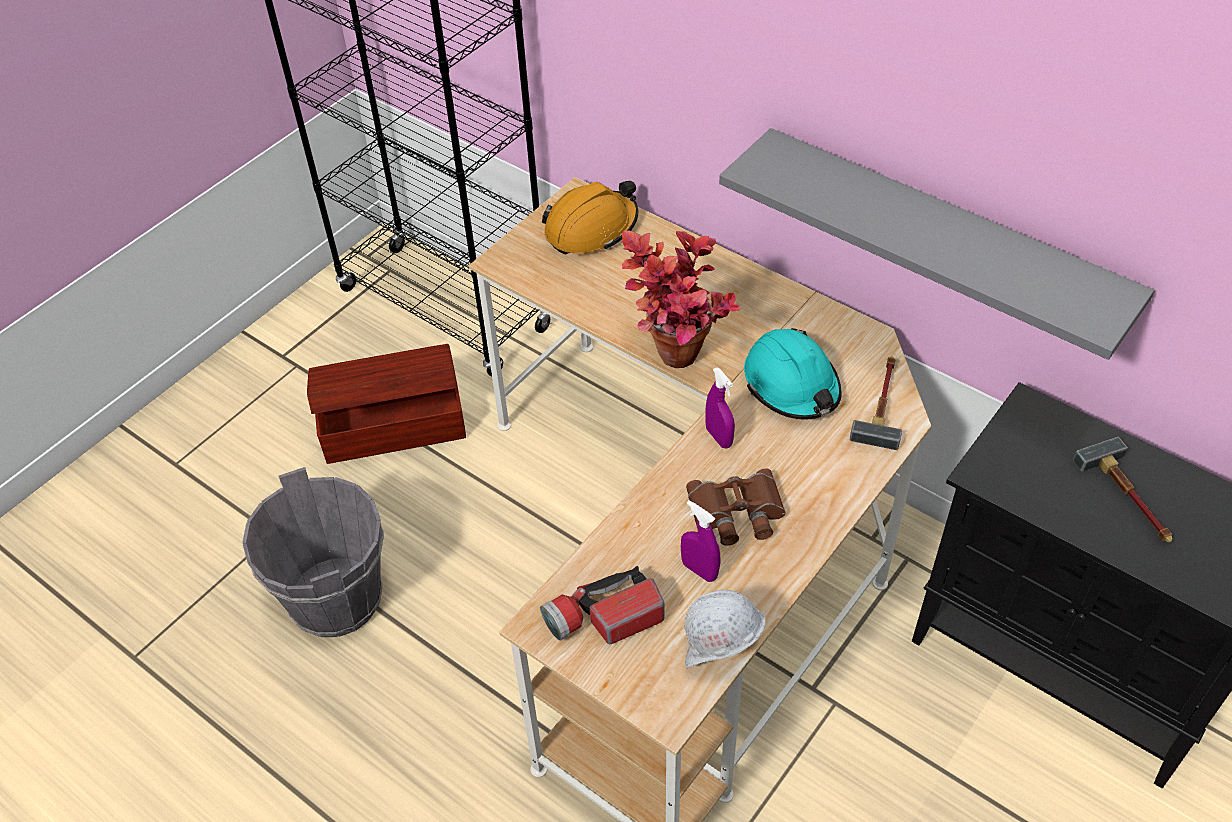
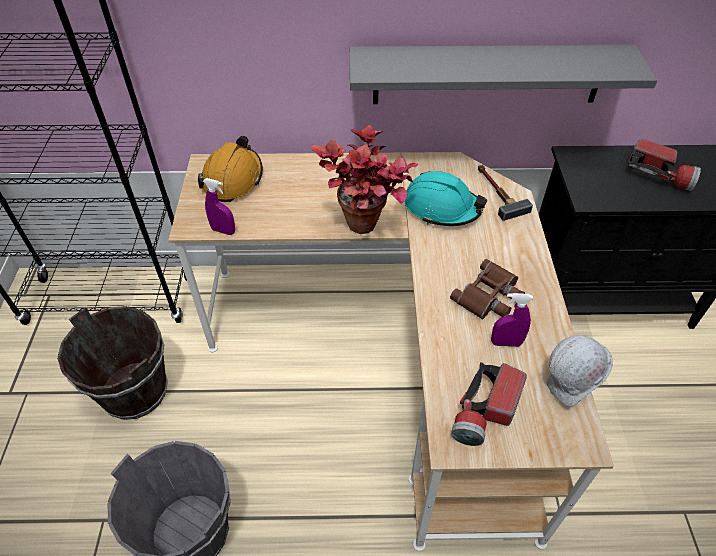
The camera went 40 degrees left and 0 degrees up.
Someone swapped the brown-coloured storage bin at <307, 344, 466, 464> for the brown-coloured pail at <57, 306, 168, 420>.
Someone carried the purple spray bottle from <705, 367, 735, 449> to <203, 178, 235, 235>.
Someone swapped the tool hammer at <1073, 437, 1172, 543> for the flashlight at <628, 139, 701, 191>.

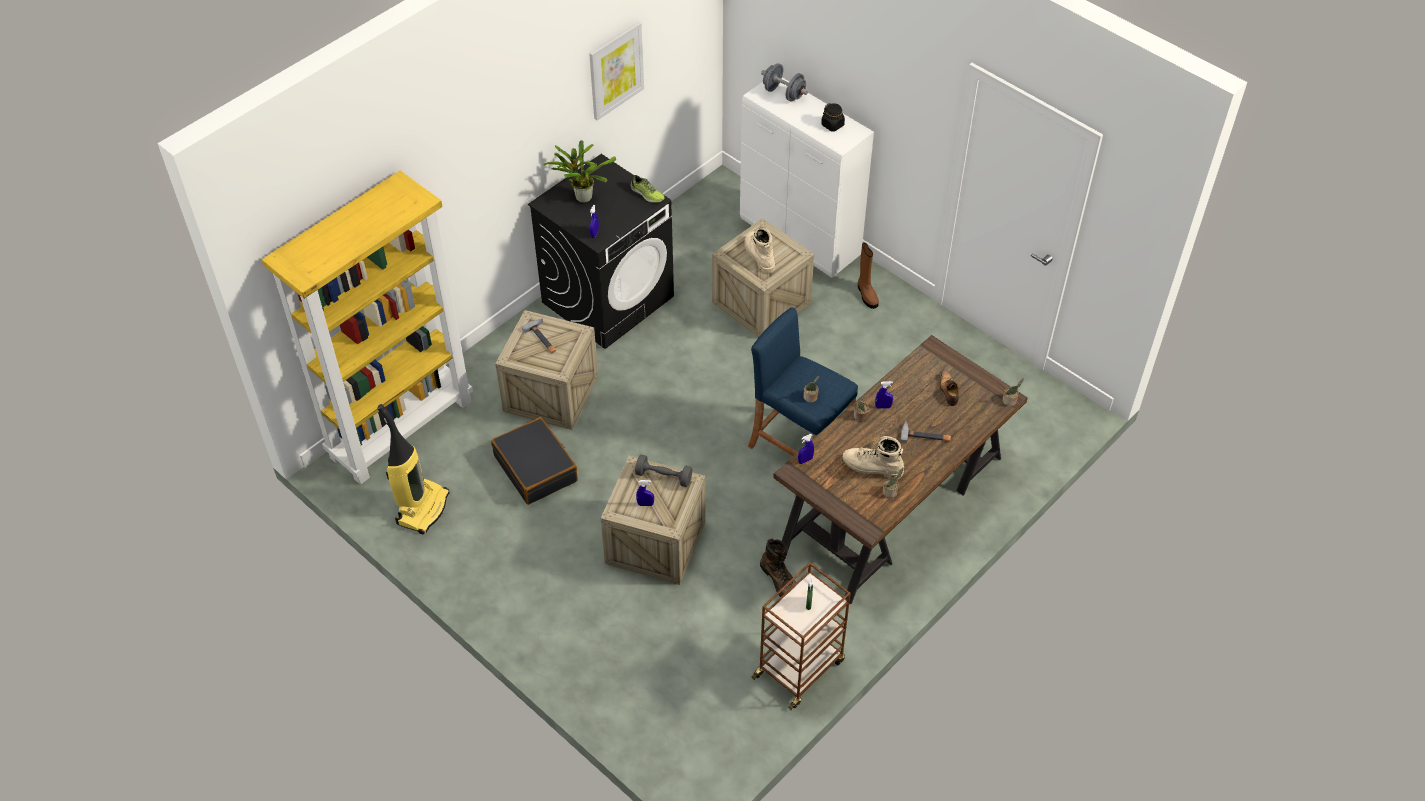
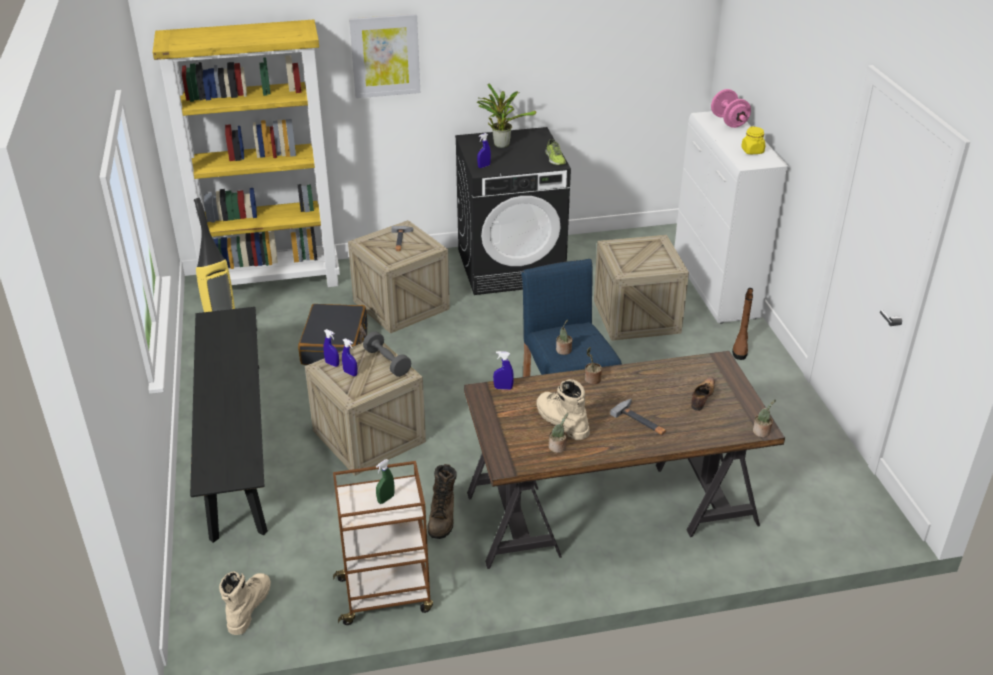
The camera went 35 degrees right and 15 degrees down.
Someone carried the wall picture from <589, 22, 644, 120> to <349, 14, 420, 98>.
Someone repainted the greyish hand weight at <761, 63, 808, 102>, which became the pink-coloured hand weight at <711, 89, 751, 128>.
Someone repainted the black-coloured storage jar at <821, 103, 845, 132>, which became the yellow storage jar at <741, 126, 765, 154>.
Someone carried the beige-coloured boot from <744, 228, 775, 273> to <219, 571, 271, 635>.
Someone carried the bluish spray bottle from <875, 381, 893, 409> to <323, 329, 339, 367>.
Someone put down the black-coloured long seat at <190, 307, 268, 543>.

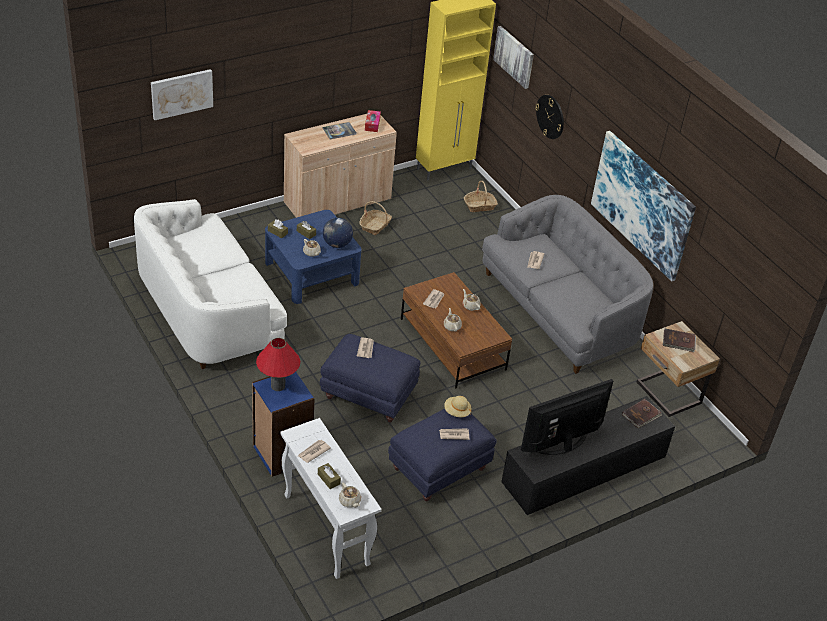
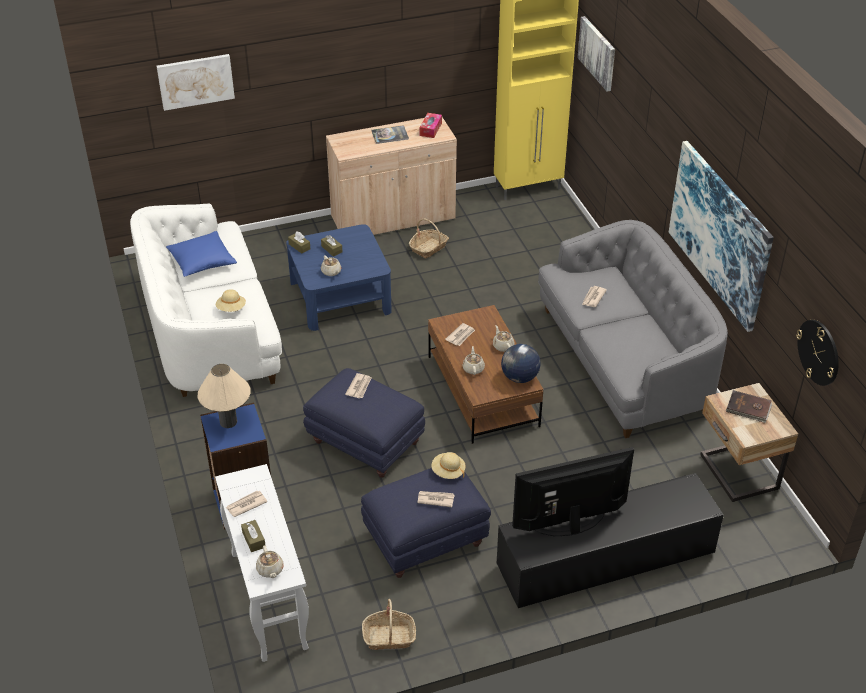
The camera went 15 degrees right and 0 degrees up.
Someone carried the clock on the wall from <535, 95, 564, 139> to <796, 320, 839, 386>.
Someone carried the household basket from <464, 181, 498, 212> to <362, 599, 416, 650>.
Someone carried the globe from <323, 218, 353, 248> to <501, 344, 541, 383>.
Someone repainted the red tabletop lamp at <256, 338, 300, 391>, which became the beige-coloured tabletop lamp at <198, 364, 251, 428>.
Someone took away the brown-coloured volume at <622, 399, 662, 429>.
Someone put down the bluish pillow at <166, 231, 237, 277>.
Someone put down the beige-coloured hat at <216, 289, 246, 312>.

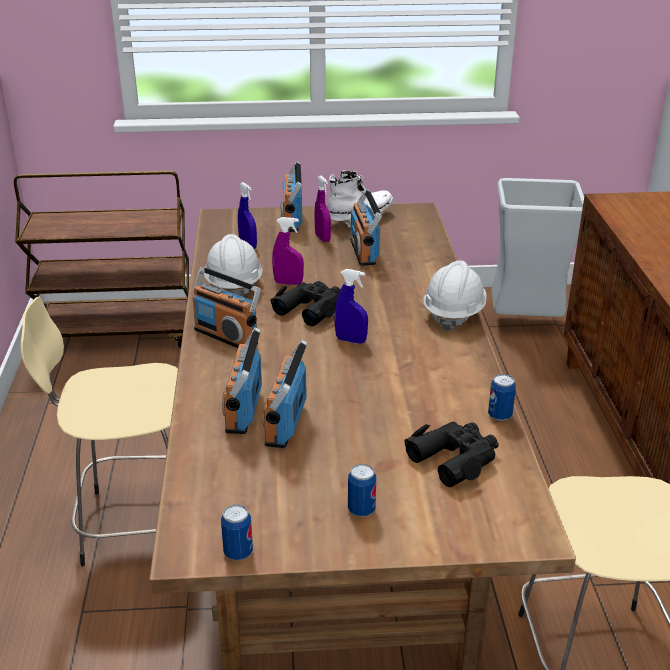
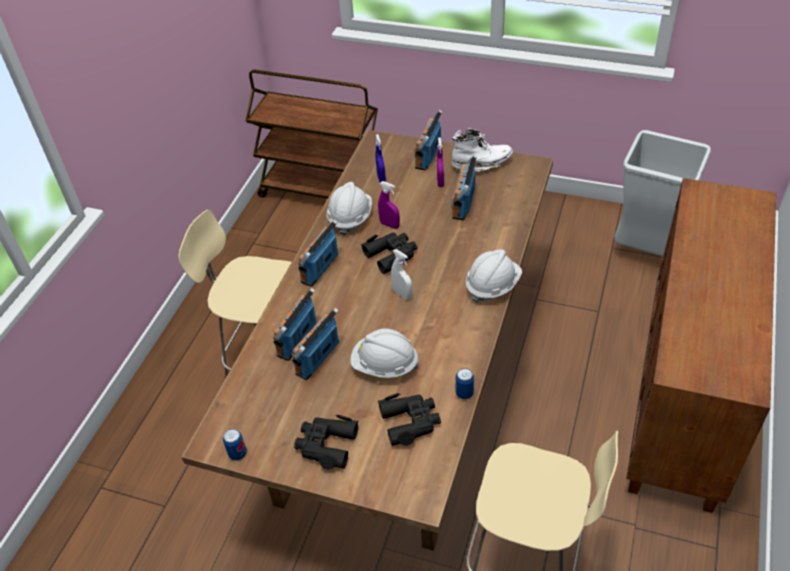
The camera went 25 degrees right and 15 degrees up.
Someone rotated the radio at <192, 267, 261, 348> by 60 degrees clockwise.
Someone repainted the bluish spray bottle at <334, 269, 368, 344>, which became the whitish spray bottle at <391, 249, 412, 300>.
Someone swapped the can at <348, 464, 376, 517> for the black-coloured field glasses at <294, 415, 358, 470>.
Someone put down the whitish work helmet at <351, 329, 419, 378>.

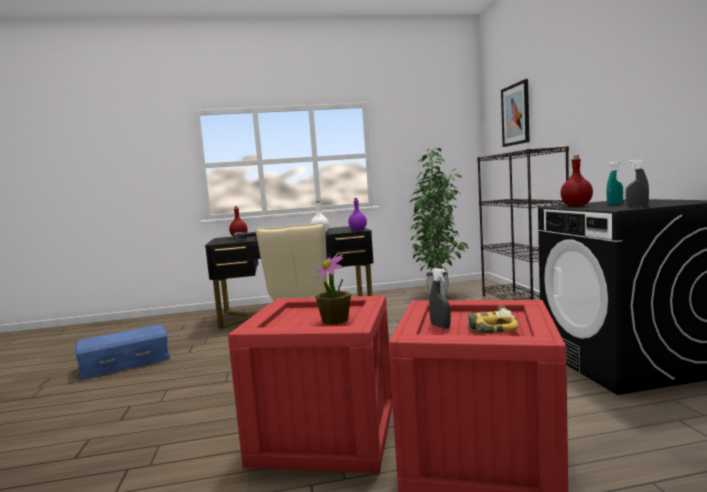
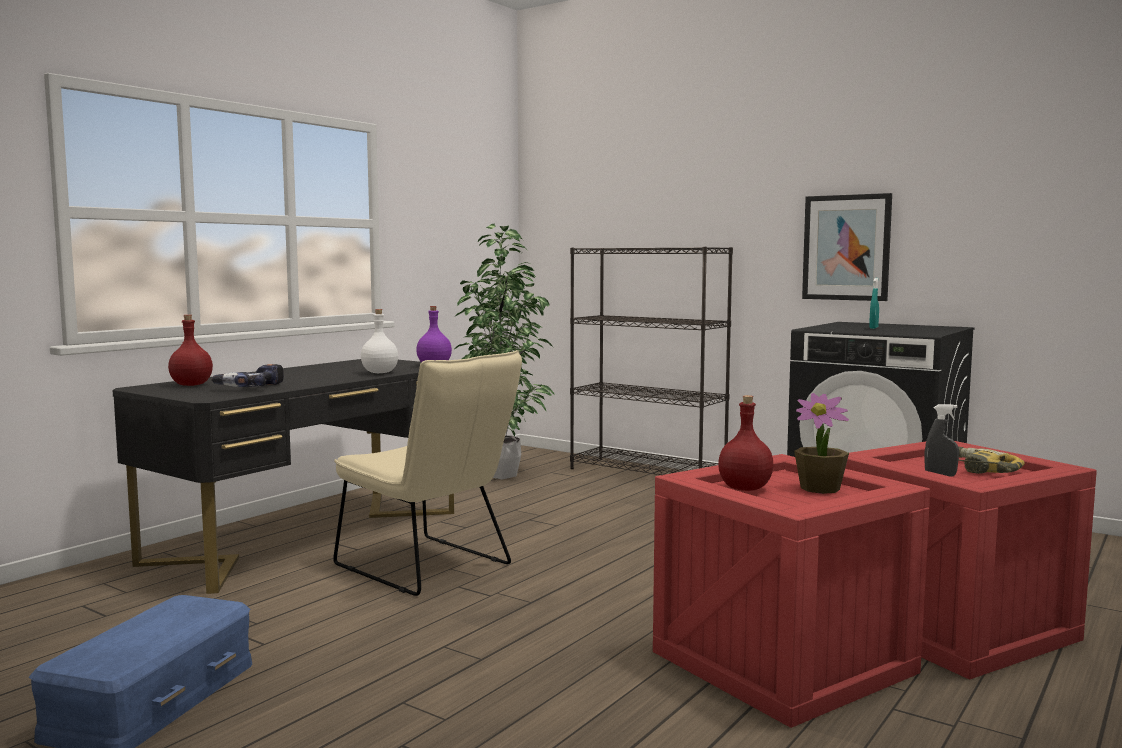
The camera went 45 degrees left and 0 degrees up.
Someone carried the wall picture from <501, 79, 530, 147> to <802, 193, 892, 301>.
Someone carried the red drink bottle from <560, 155, 593, 206> to <718, 395, 773, 491>.
Someone took away the greyish spray bottle at <626, 159, 649, 207>.

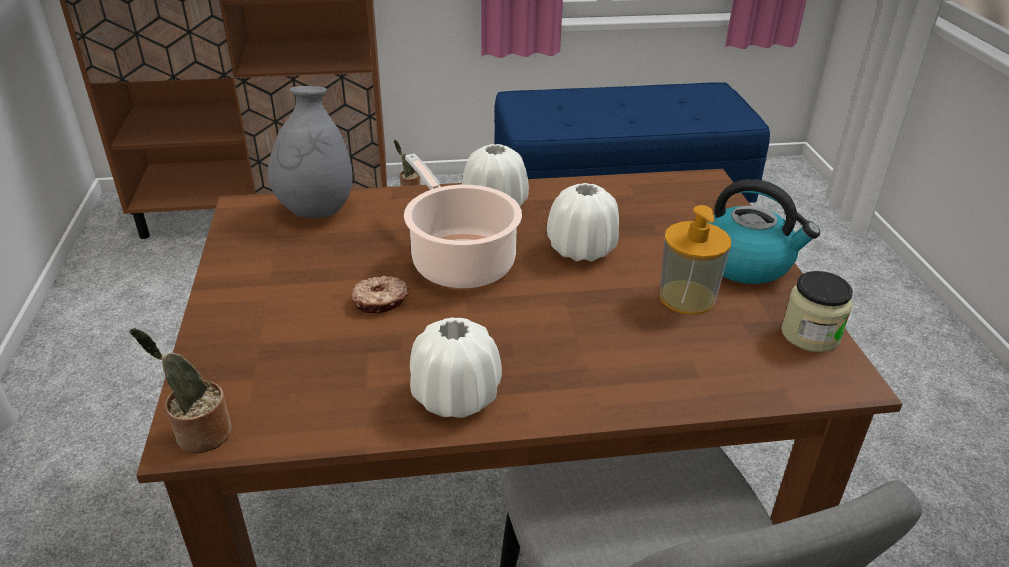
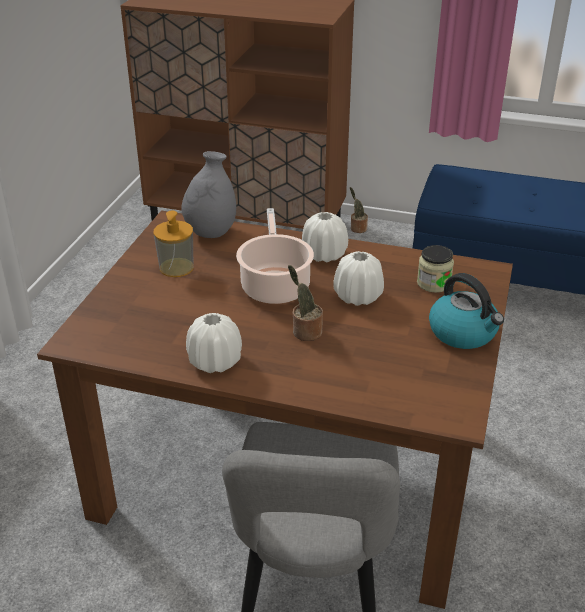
The camera went 25 degrees right and 0 degrees up.
Someone carried the liquid soap bottle from <659, 205, 731, 315> to <154, 211, 194, 277>.
Someone carried the storage jar from <781, 271, 853, 352> to <417, 245, 454, 293>.
Someone took away the ring doughnut at <351, 276, 408, 314>.
Someone carried the potted plant from <130, 328, 232, 453> to <288, 265, 323, 341>.

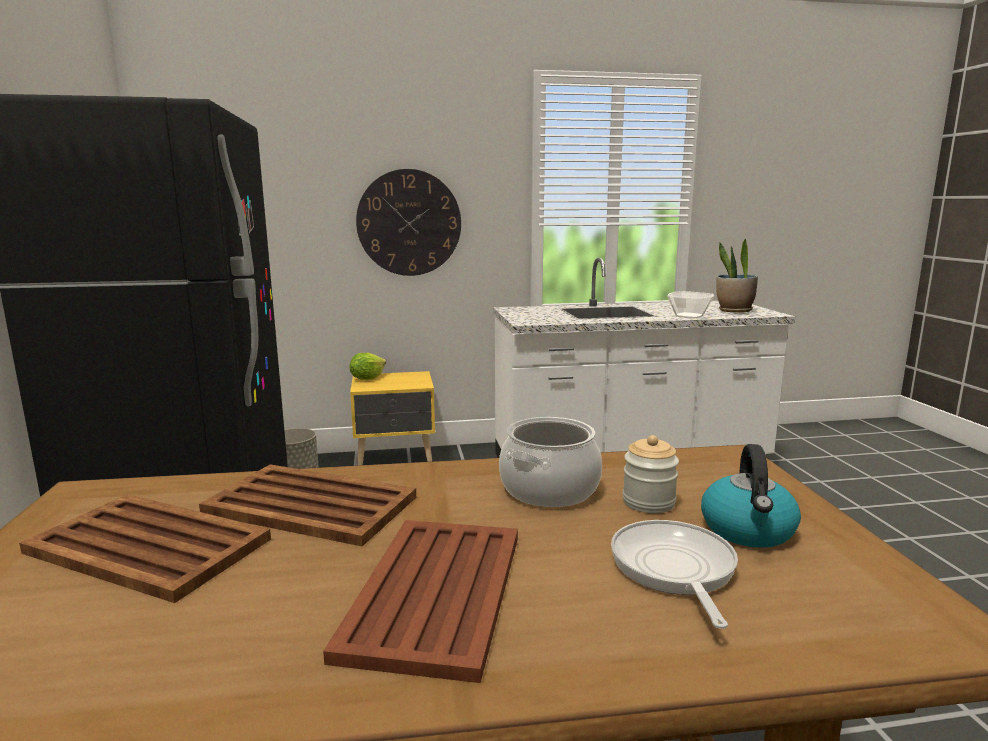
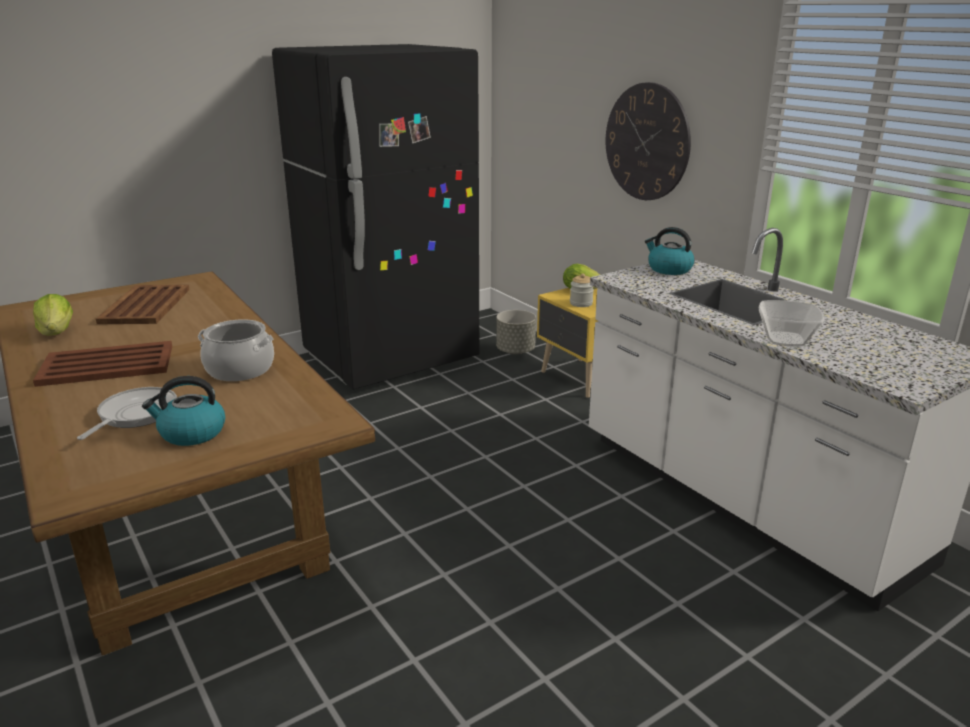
The camera went 65 degrees right and 10 degrees up.
Someone took away the potted plant at <716, 238, 758, 313>.
Someone carried the storage jar from <623, 435, 679, 513> to <570, 274, 594, 307>.
Someone took away the brown-coloured serving tray at <199, 464, 416, 546>.
Someone rotated the skillet at <611, 520, 738, 629> by 45 degrees counterclockwise.
Someone put down the tea kettle at <645, 227, 694, 275>.
Someone put down the lettuce head at <33, 294, 73, 336>.

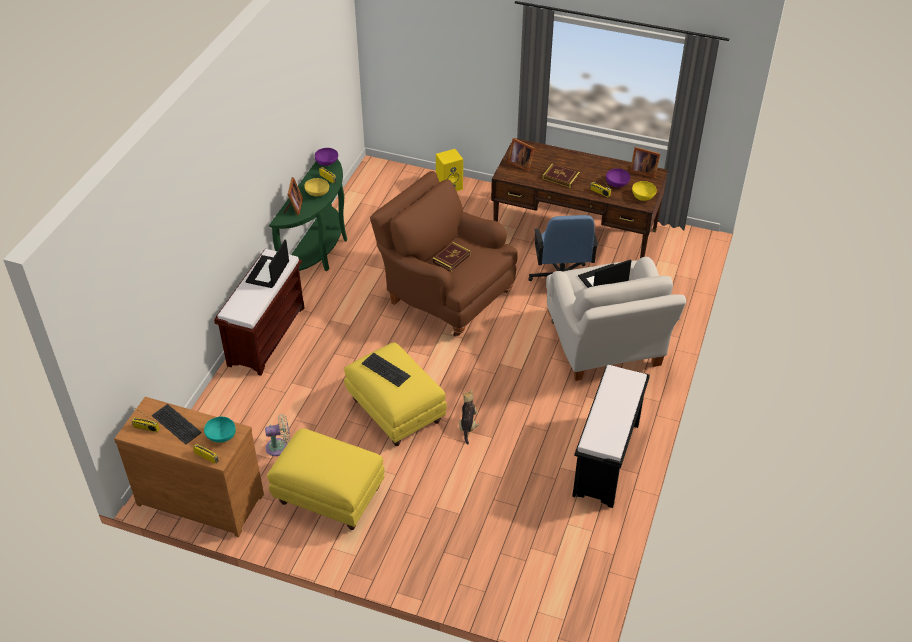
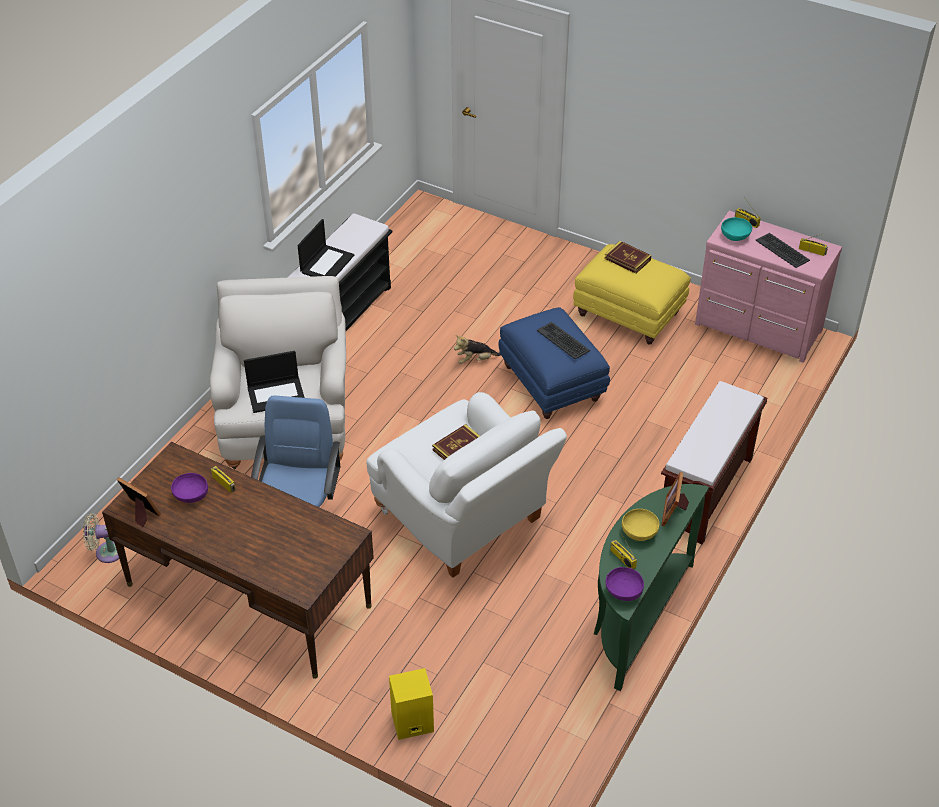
The camera went 170 degrees left and 0 degrees up.
Someone took away the photo frame at <508, 138, 535, 172>.
Someone carried the volume from <542, 163, 580, 188> to <604, 241, 651, 274>.
Someone repainted the brown-coloured easy chair at <370, 171, 518, 336>, which became the whitish easy chair at <367, 392, 567, 578>.
Someone took away the yellow deep dish at <632, 181, 657, 201>.
Someone carried the notebook computer from <245, 240, 289, 288> to <298, 219, 354, 277>.
Someone repainted the yellow pouffe at <344, 343, 447, 446>, which became the bluish pouffe at <499, 307, 610, 419>.
Someone rotated the cuddly toy at <459, 389, 479, 445> by 60 degrees clockwise.
Someone repainted the brown-coloured chest of drawers at <114, 397, 264, 537>, which became the pink-coloured chest of drawers at <695, 211, 842, 363>.
Someone carried the beige-coloured electric fan from <265, 414, 290, 456> to <83, 513, 119, 563>.

